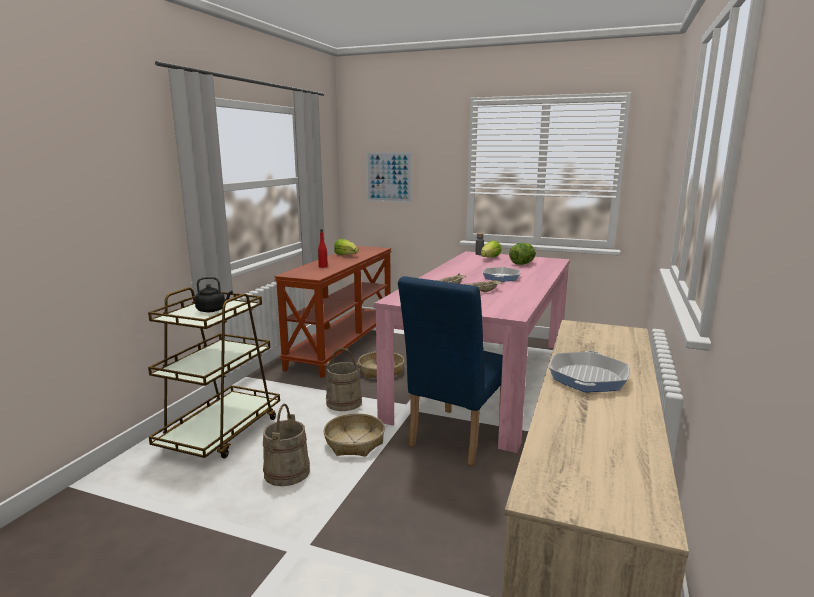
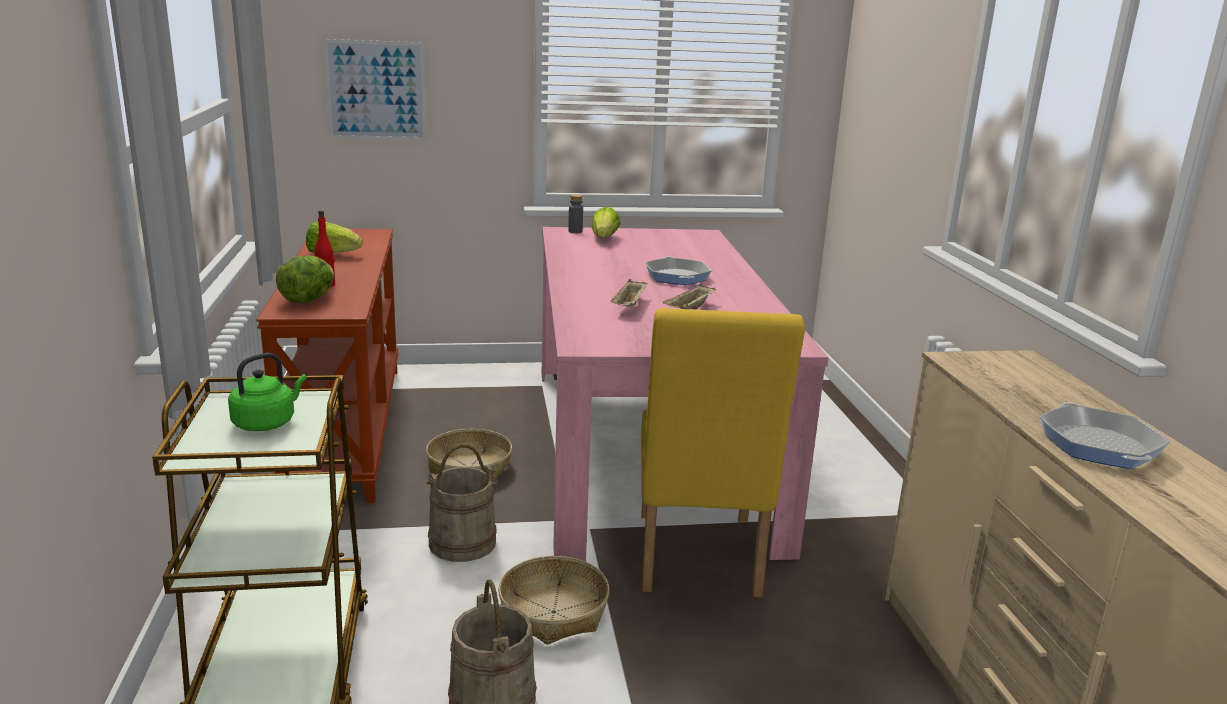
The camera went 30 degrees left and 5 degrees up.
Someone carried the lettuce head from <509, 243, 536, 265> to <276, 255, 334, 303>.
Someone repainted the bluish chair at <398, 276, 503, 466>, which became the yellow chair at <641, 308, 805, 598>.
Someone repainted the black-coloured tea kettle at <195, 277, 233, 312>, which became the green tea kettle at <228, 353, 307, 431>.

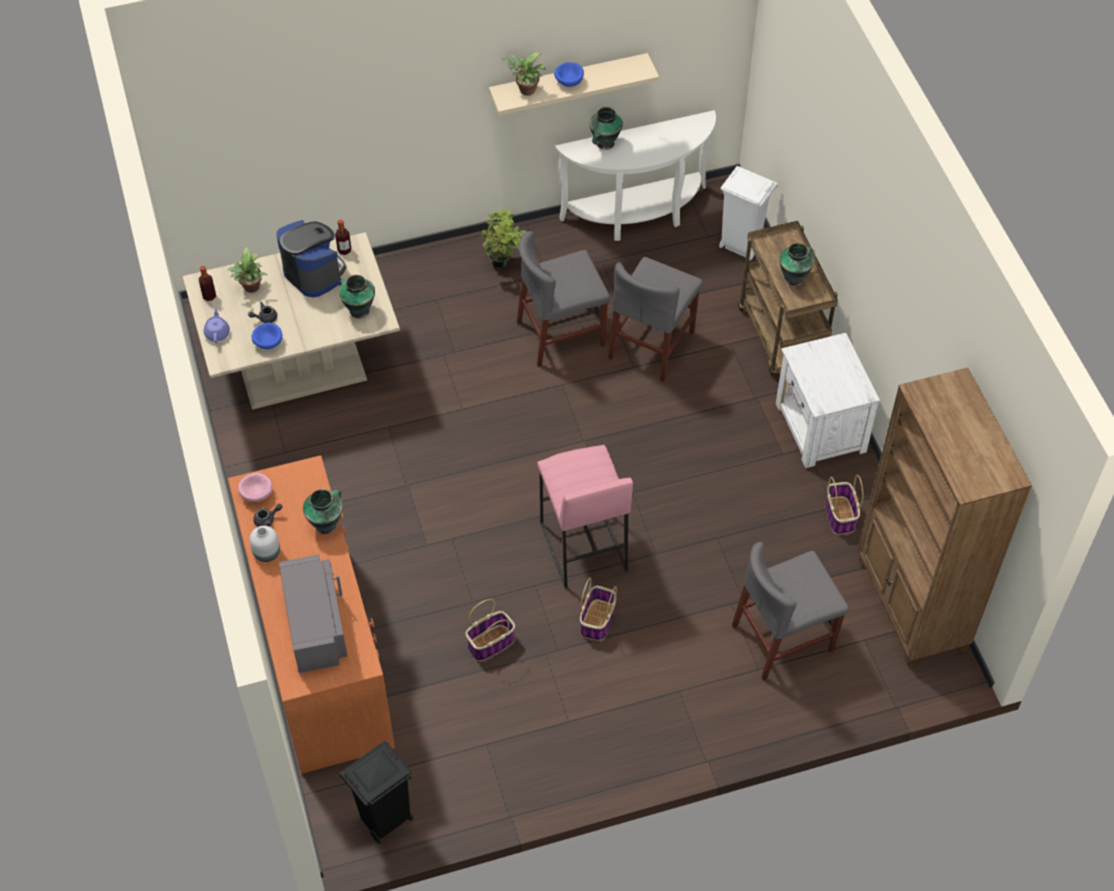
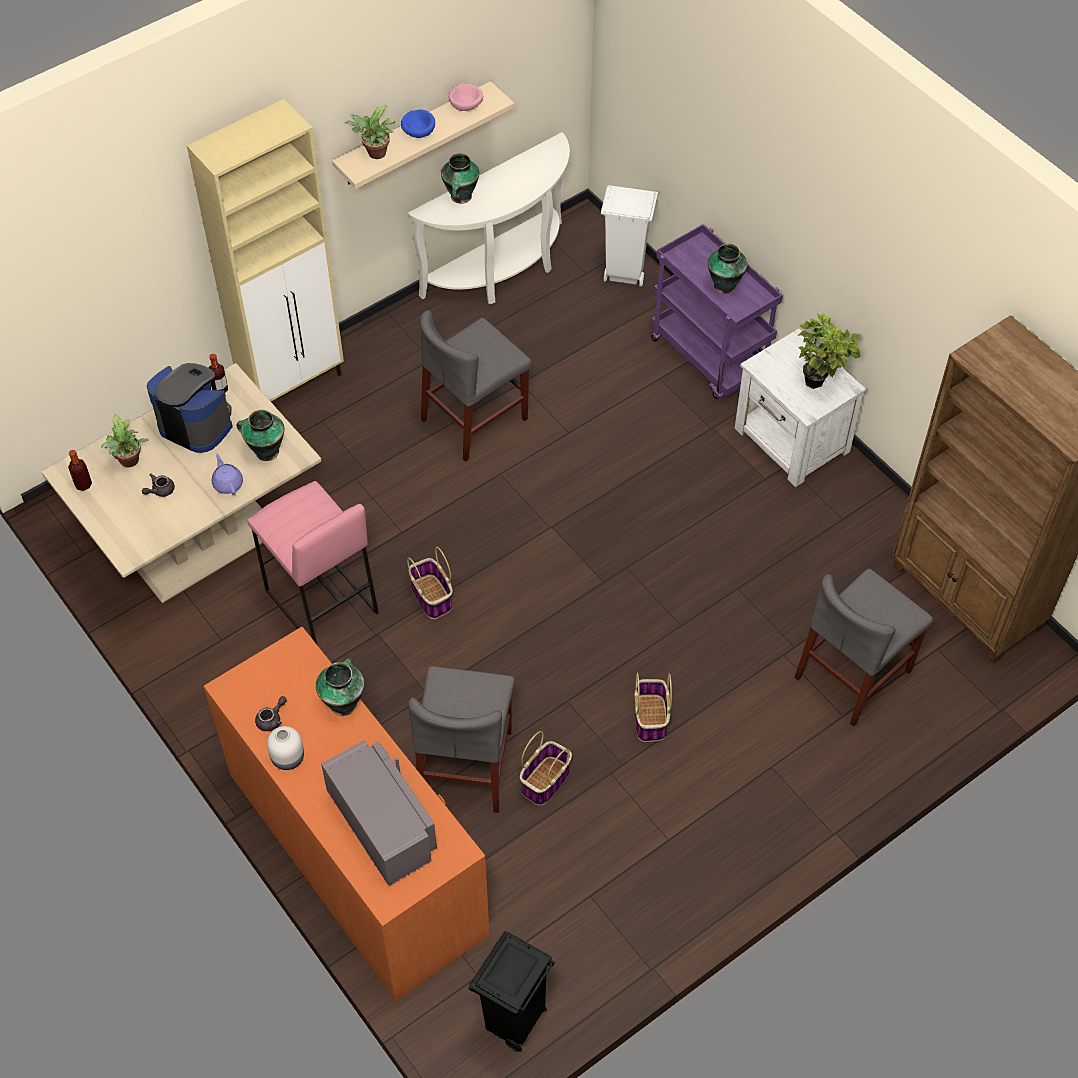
The camera went 20 degrees left and 0 degrees up.
Someone carried the potted plant from <481, 208, 526, 268> to <797, 314, 861, 389>.
Someone repainted the brown-coloured wheeled cart at <739, 221, 838, 375>, which became the purple wheeled cart at <651, 224, 783, 399>.
Someone carried the greyish chair from <608, 257, 703, 382> to <408, 666, 515, 813>.
Someone carried the purple pot for tea from <204, 307, 230, 343> to <212, 454, 243, 495>.
Someone took away the bluish deep dish at <252, 323, 282, 349>.
Someone carried the pink-coloured sitting stool from <537, 445, 633, 588> to <247, 481, 379, 644>.
Someone carried the pink-coloured deep dish from <238, 473, 272, 502> to <449, 84, 483, 111>.
Someone carried the household basket from <825, 475, 863, 535> to <407, 547, 453, 619>.
Someone put down the beige-coloured storage cabinet at <187, 99, 344, 401>.

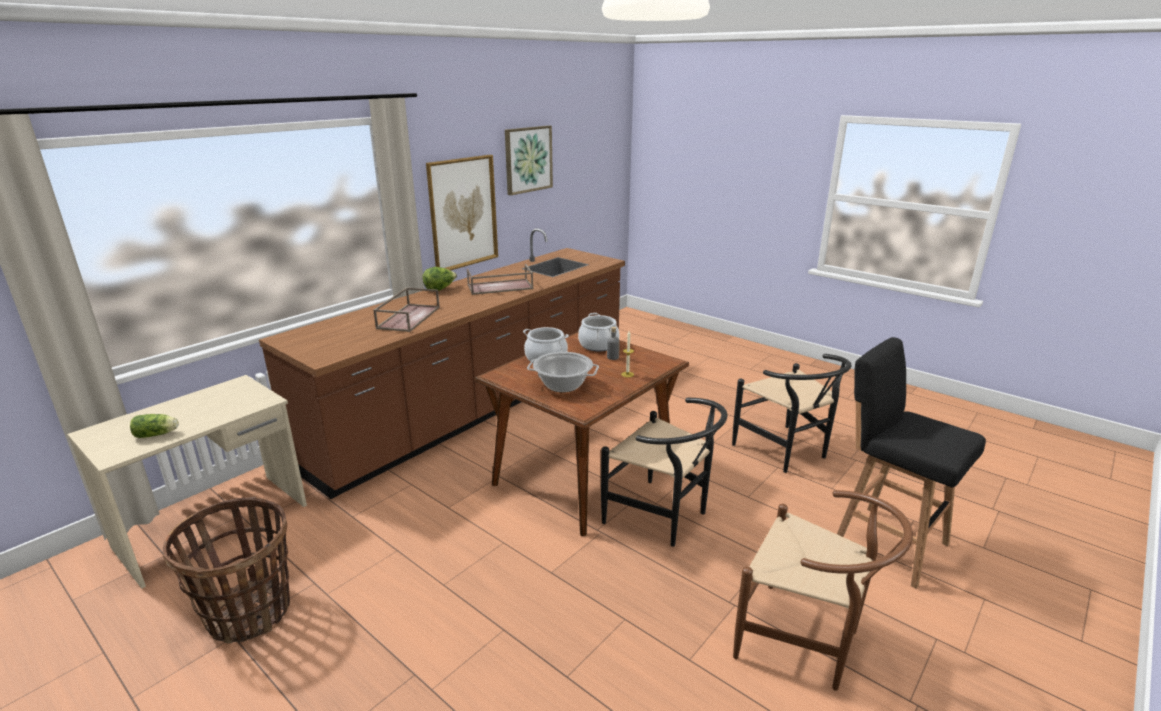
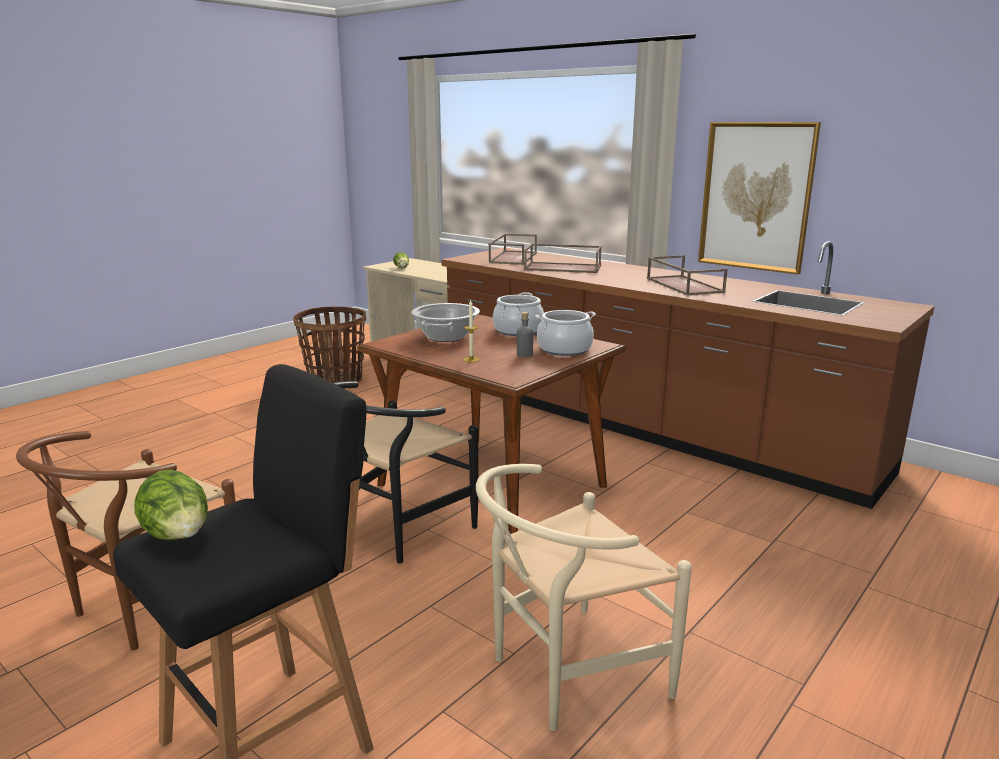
The camera went 90 degrees right and 5 degrees down.
Someone took away the wall picture at <505, 125, 553, 195>.
Someone carried the lettuce head from <423, 267, 457, 291> to <134, 469, 208, 541>.
Someone repainted the black-coloured chair at <732, 354, 852, 473>, which became the beige-coloured chair at <476, 464, 692, 731>.
Someone put down the brown-coloured serving tray at <489, 234, 537, 265>.

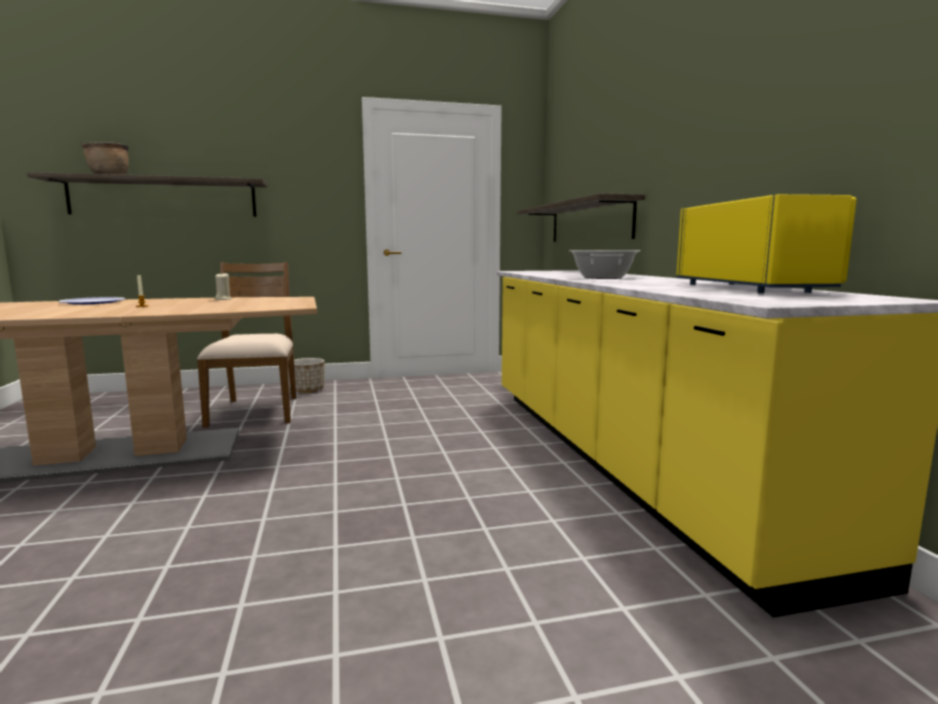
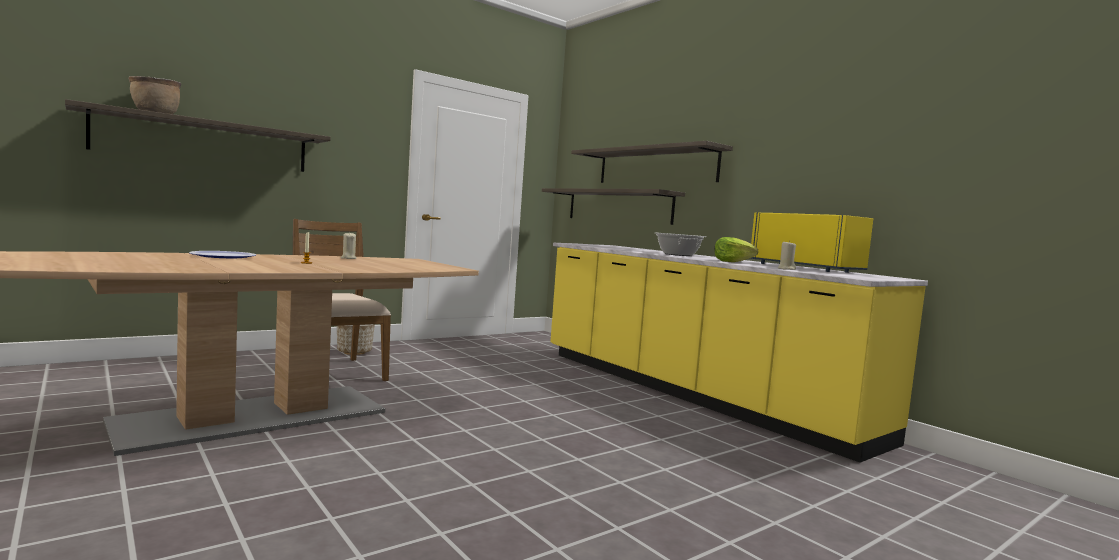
The camera went 25 degrees left and 5 degrees down.
Someone put up the shelf at <571, 141, 733, 183>.
Someone put down the lettuce head at <714, 237, 758, 262>.
Someone put down the beige-coloured wax candle at <778, 241, 796, 270>.

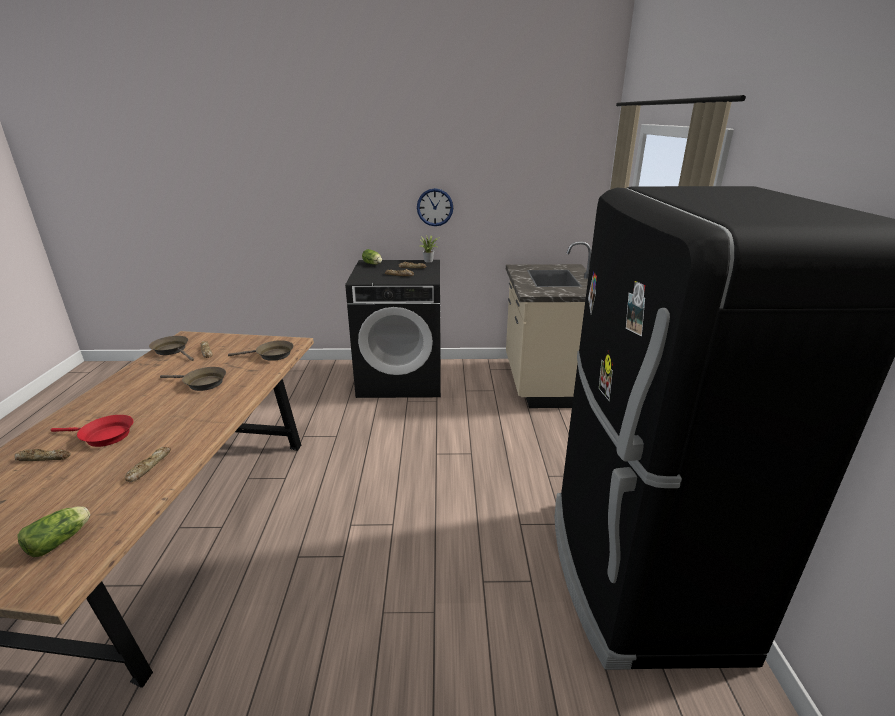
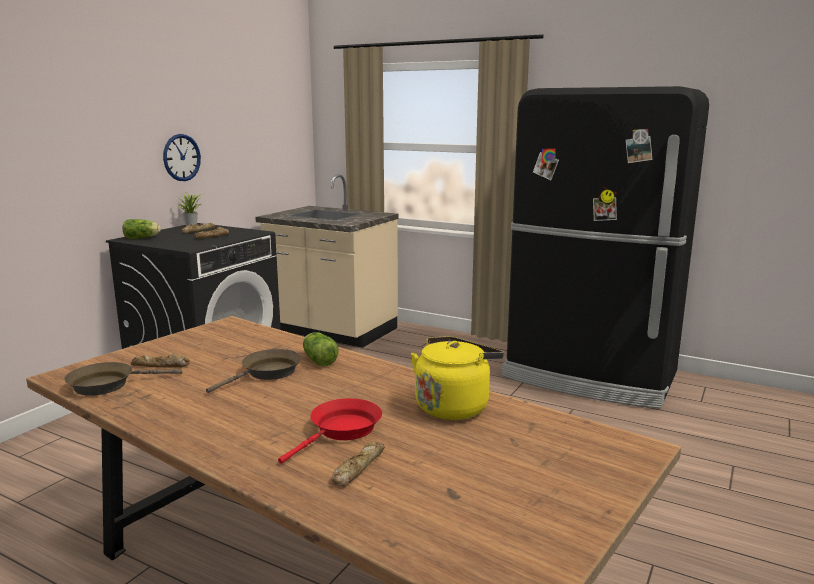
The camera went 60 degrees left and 10 degrees down.
Someone took away the brown-coloured skillet at <228, 340, 293, 361>.
Someone swapped the baked bread at <125, 447, 171, 482> for the yellow tea kettle at <411, 336, 504, 420>.
Someone carried the lettuce head from <17, 506, 90, 557> to <303, 332, 339, 367>.

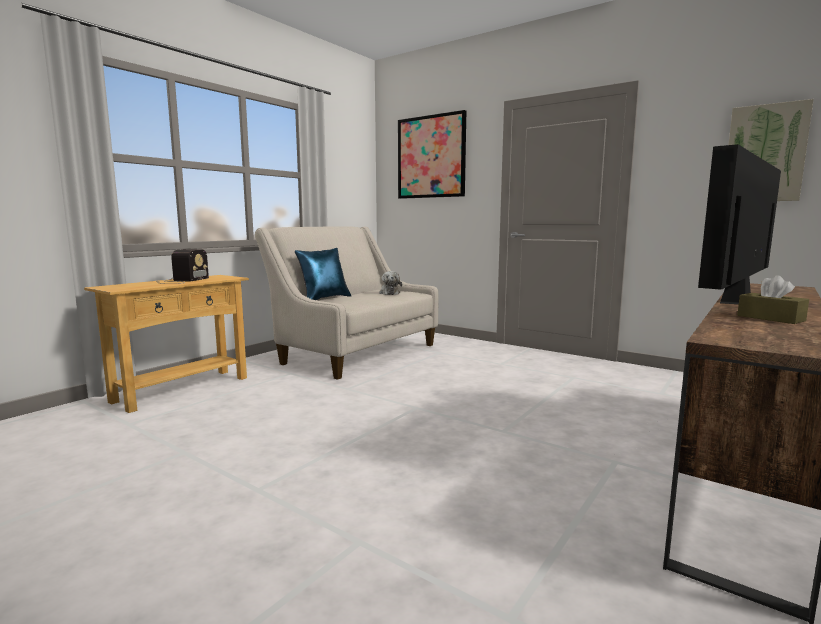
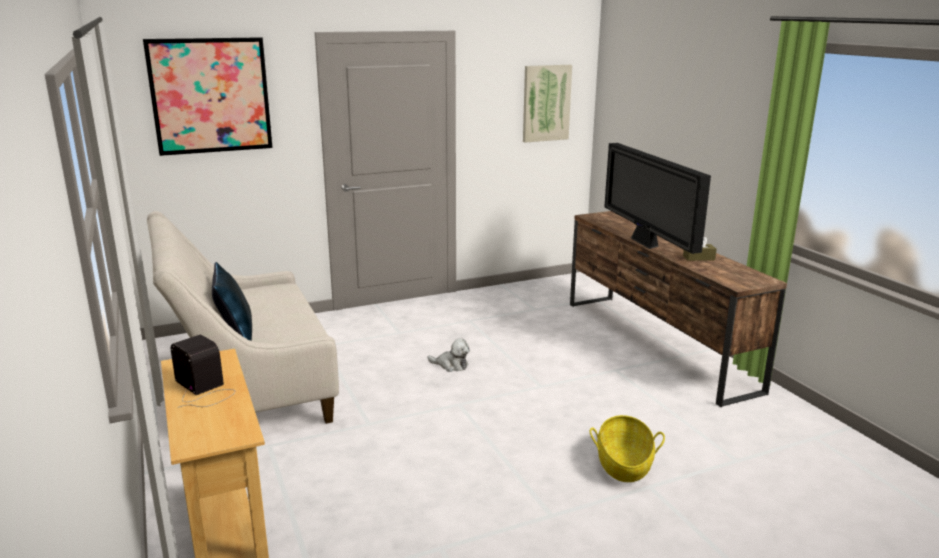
The camera went 60 degrees left and 10 degrees up.
Someone carried the cuddly toy from <379, 271, 402, 295> to <428, 339, 470, 372>.
Someone put down the household basket at <590, 415, 665, 482>.

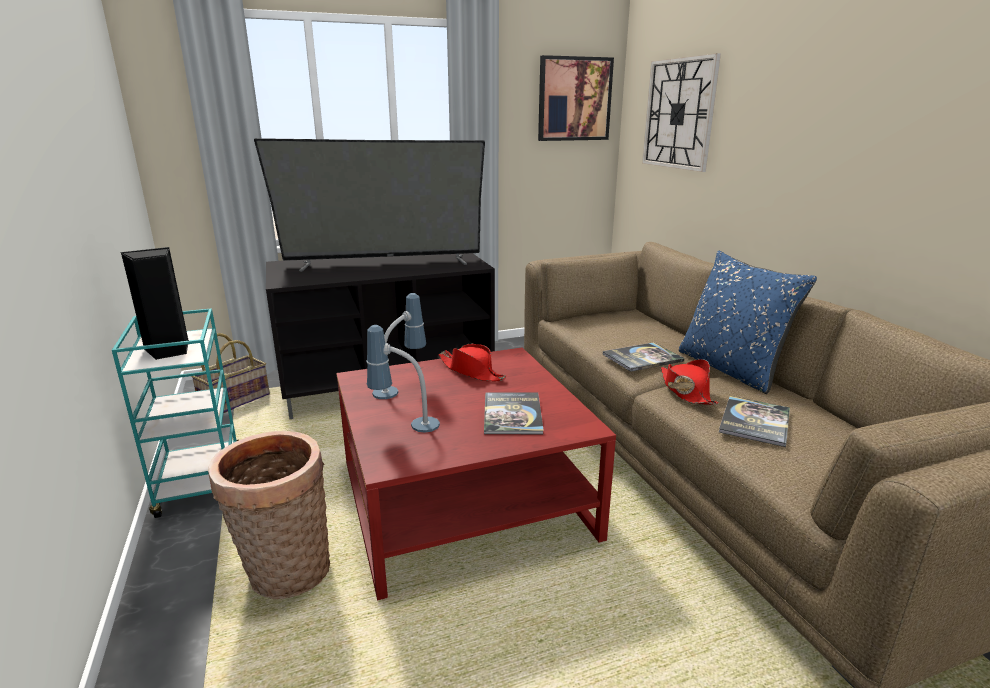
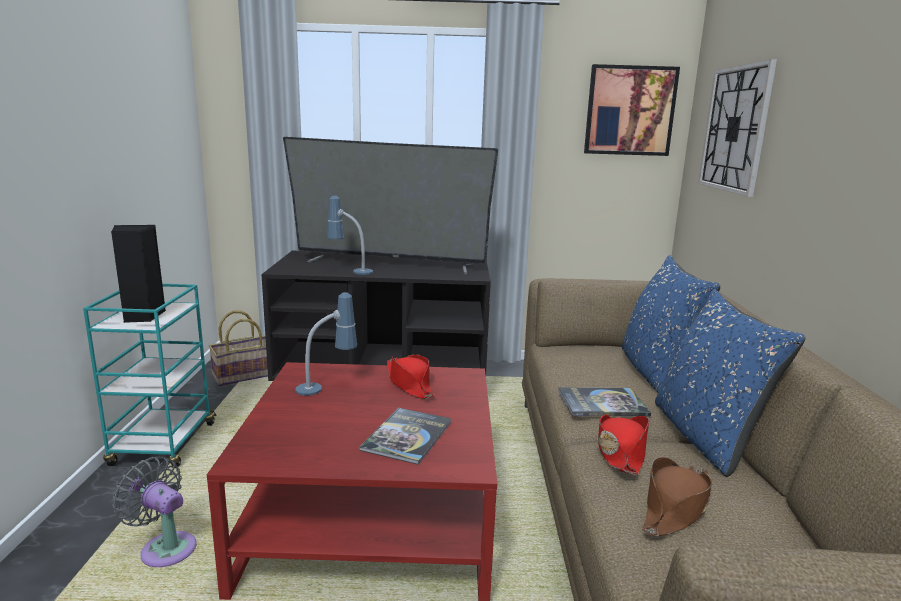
The camera went 20 degrees right and 5 degrees down.
Someone carried the tabletop lamp from <366, 325, 440, 433> to <327, 196, 373, 275>.
Someone swapped the volume at <719, 396, 790, 447> for the brown-coloured hat at <642, 457, 712, 536>.
Someone swapped the household basket at <208, 431, 330, 599> for the greyish electric fan at <113, 457, 197, 567>.
Someone put down the bluish pillow at <622, 255, 720, 393>.

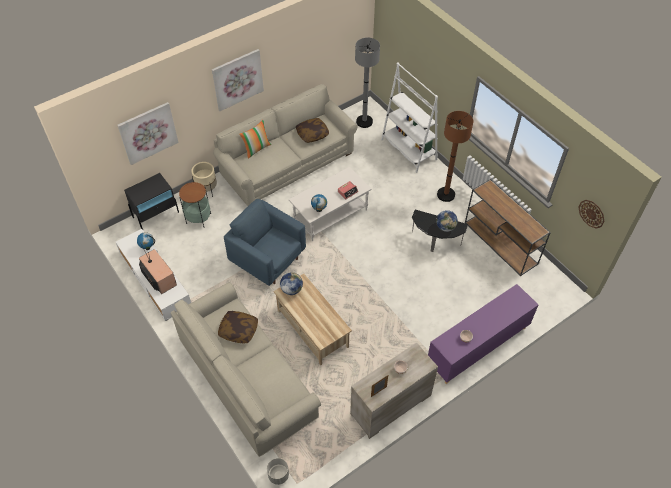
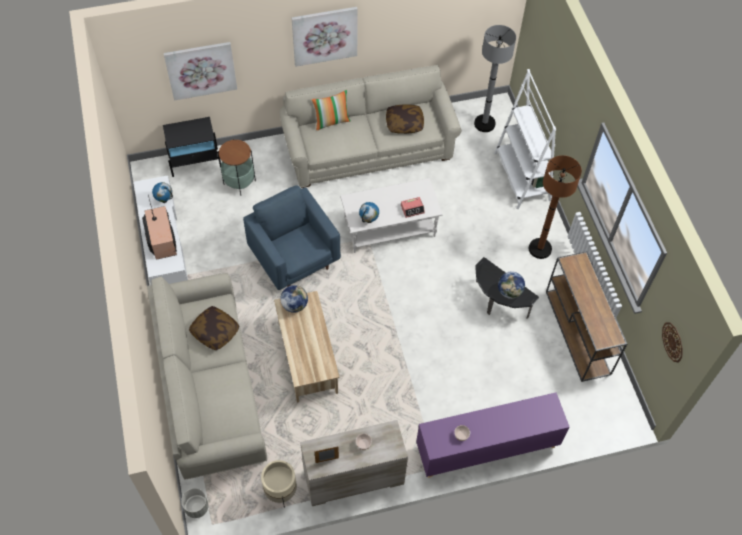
The camera went 20 degrees right and 5 degrees up.
Someone carried the beige-coloured flower pot from <191, 162, 217, 197> to <261, 460, 297, 508>.

